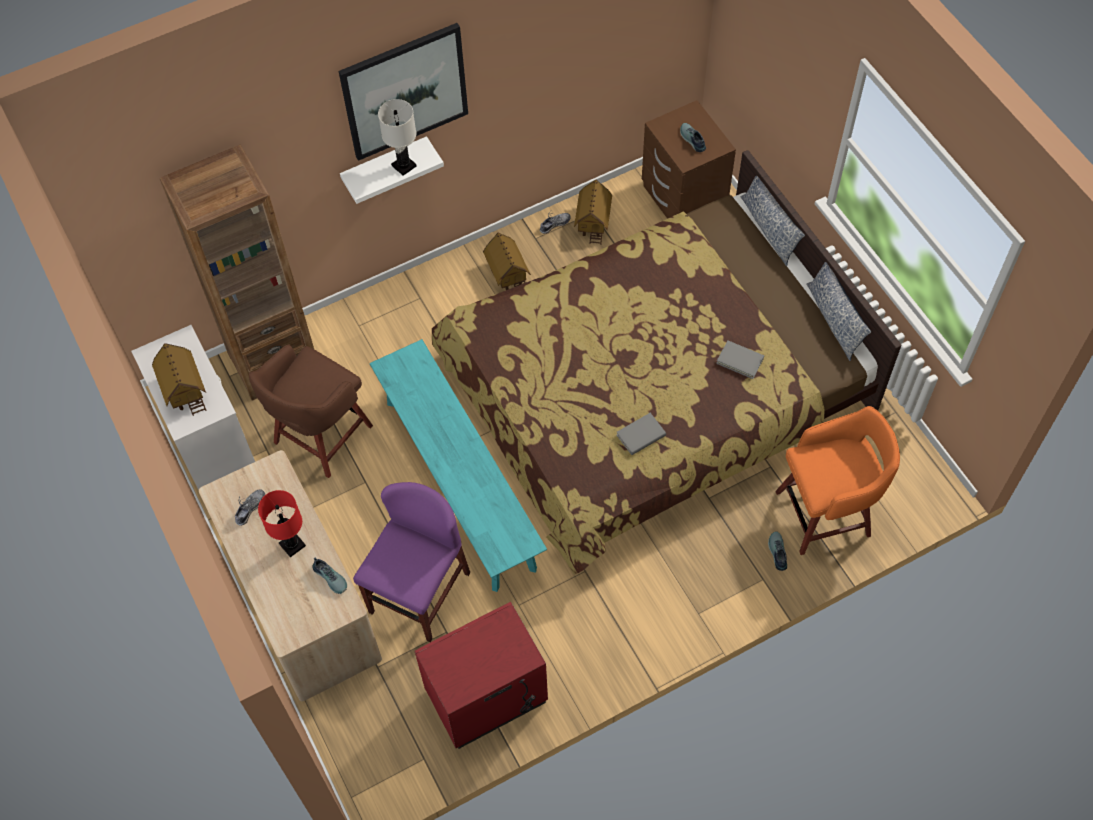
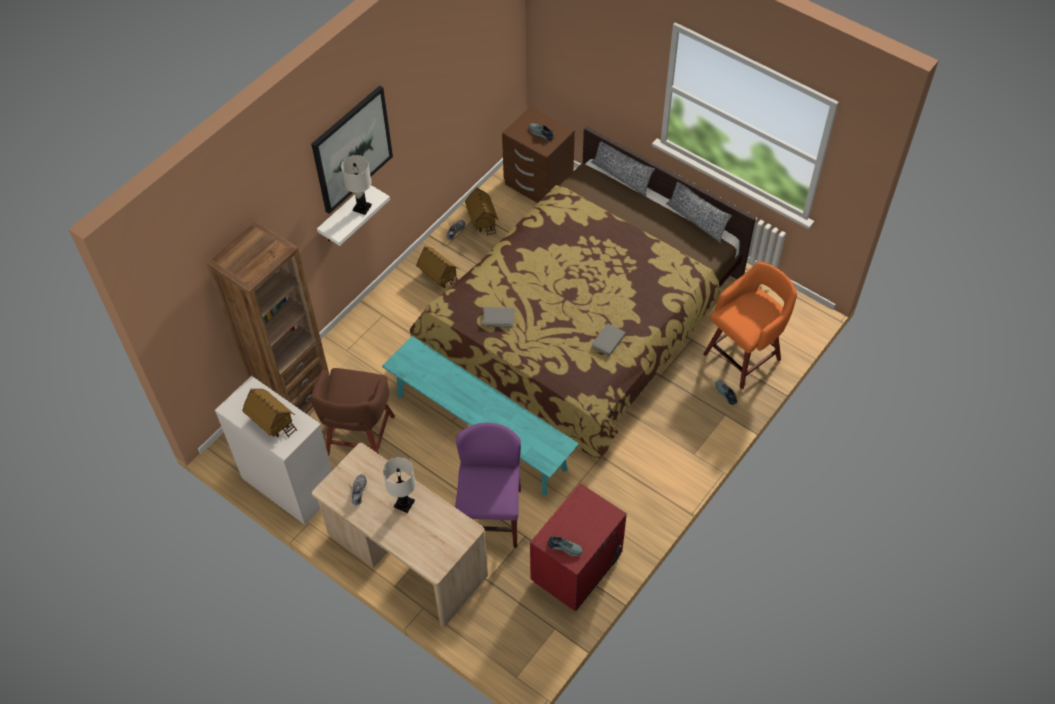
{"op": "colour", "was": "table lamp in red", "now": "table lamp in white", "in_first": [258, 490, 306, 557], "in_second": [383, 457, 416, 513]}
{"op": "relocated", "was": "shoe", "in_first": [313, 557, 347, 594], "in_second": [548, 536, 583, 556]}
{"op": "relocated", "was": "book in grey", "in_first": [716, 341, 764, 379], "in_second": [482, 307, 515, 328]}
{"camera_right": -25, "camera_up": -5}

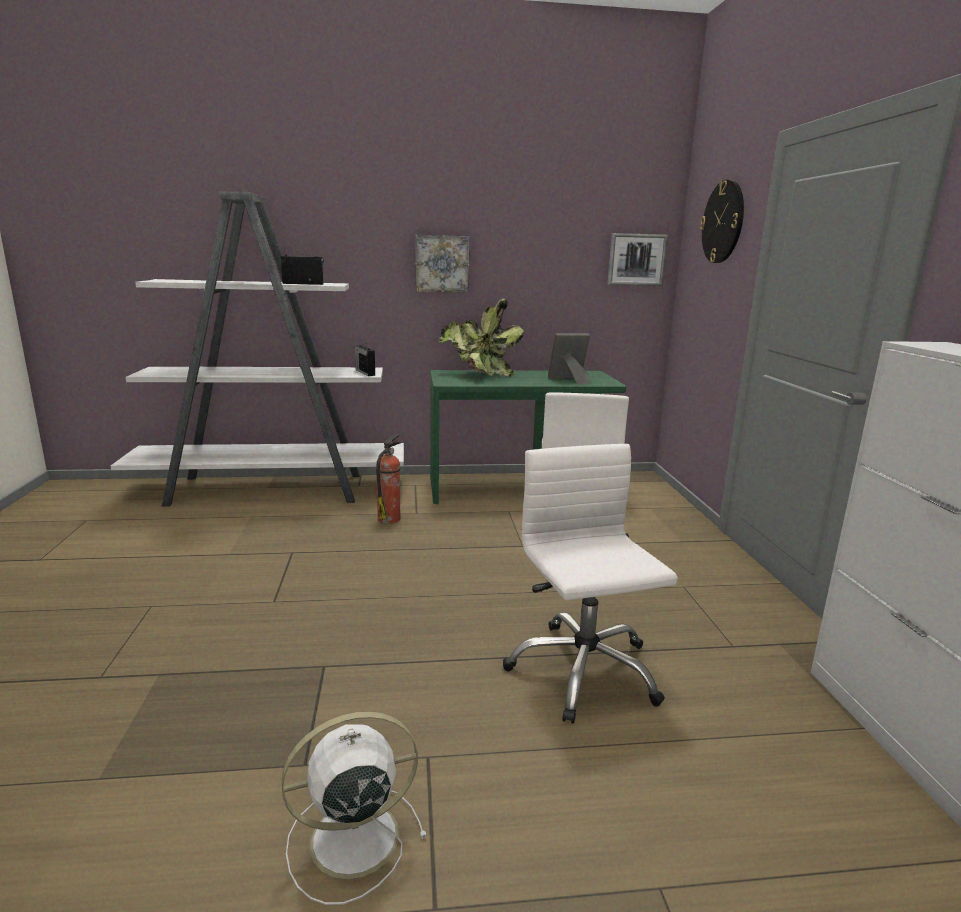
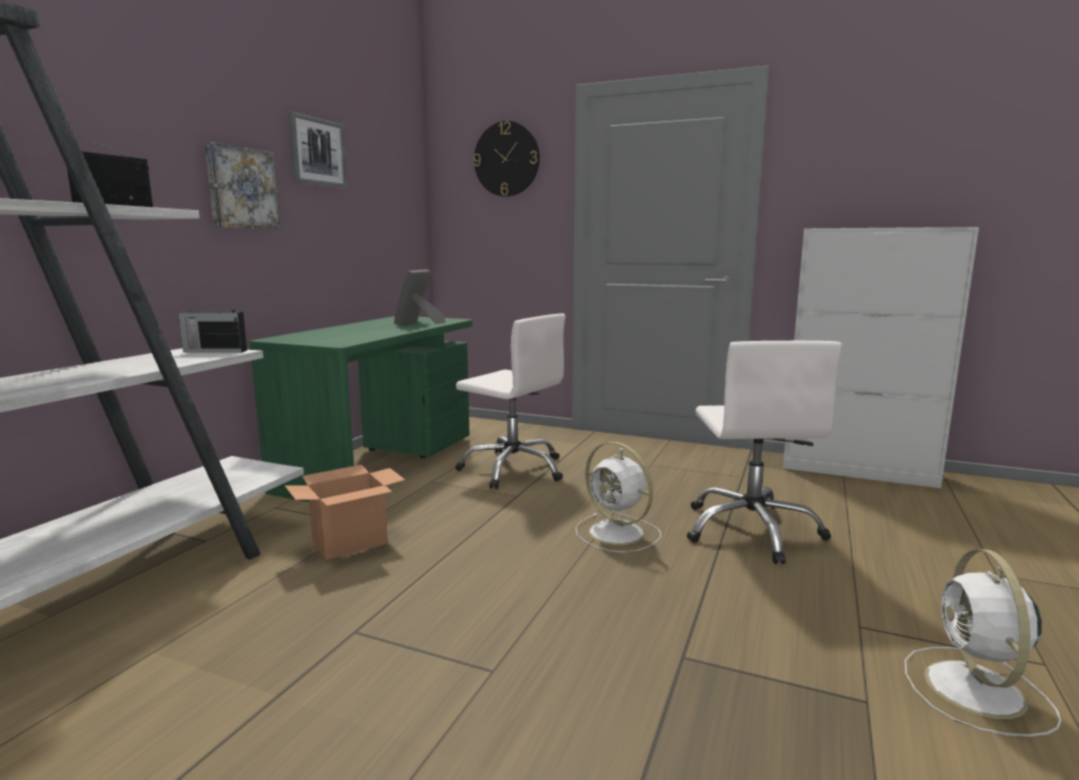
{"op": "exchanged", "was": "fire extinguisher", "now": "cardboard box", "in_first": [376, 434, 401, 524], "in_second": [285, 465, 405, 560]}
{"op": "missing", "was": "potted plant", "in_first": [438, 299, 524, 377]}
{"op": "spun", "was": "office chair in white", "in_first": [503, 444, 678, 724], "in_second": [687, 341, 842, 564], "clockwise": -105}
{"op": "relocated", "was": "picture", "in_first": [607, 233, 668, 286], "in_second": [288, 111, 347, 188]}
{"op": "appeared", "now": "fan in white", "in_second": [575, 442, 661, 553]}
{"camera_right": -60, "camera_up": -5}

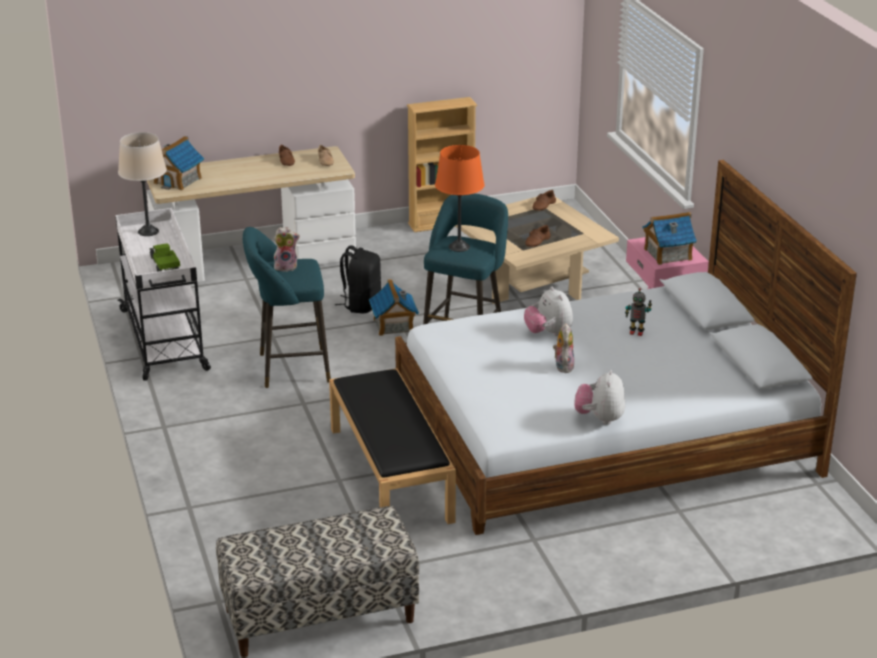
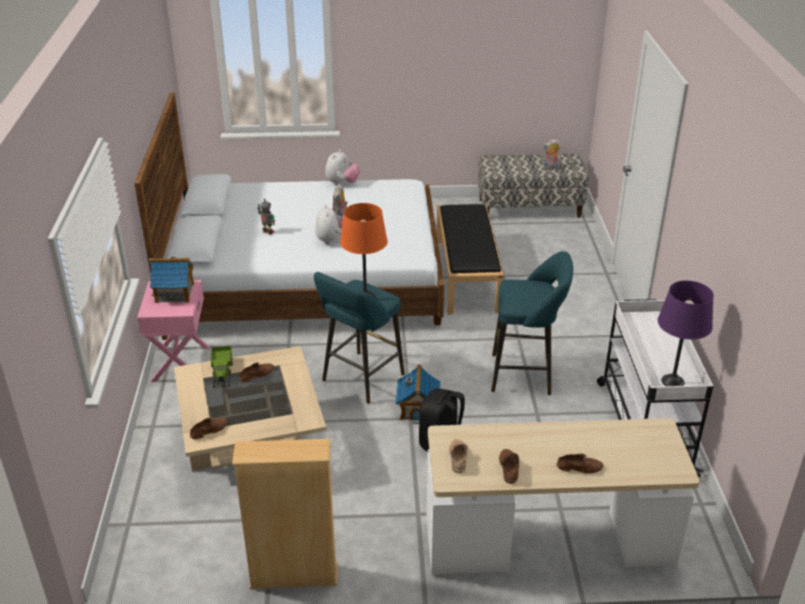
{"op": "colour", "was": "table lamp in beige", "now": "table lamp in purple", "in_first": [118, 132, 167, 236], "in_second": [658, 281, 714, 386]}
{"op": "relocated", "was": "toy truck", "in_first": [149, 243, 180, 272], "in_second": [211, 346, 233, 388]}
{"op": "missing", "was": "toy house", "in_first": [154, 136, 205, 190]}
{"op": "relocated", "was": "plush toy", "in_first": [274, 227, 300, 272], "in_second": [543, 139, 561, 170]}
{"op": "appeared", "now": "shoe in brown", "in_second": [556, 454, 603, 474]}
{"camera_right": -165, "camera_up": 5}

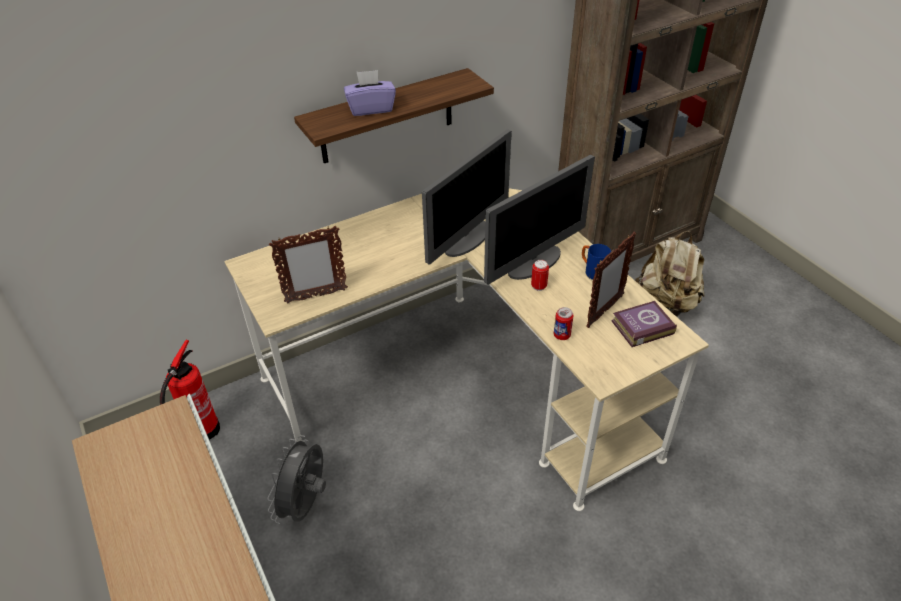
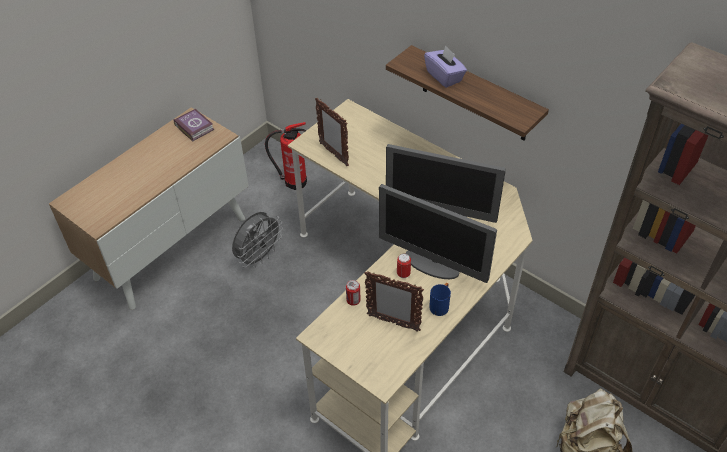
{"op": "spun", "was": "fan in grey", "in_first": [267, 435, 326, 524], "in_second": [232, 212, 283, 268], "clockwise": 135}
{"op": "relocated", "was": "book", "in_first": [612, 301, 677, 347], "in_second": [174, 109, 214, 141]}
{"camera_right": 70, "camera_up": 5}

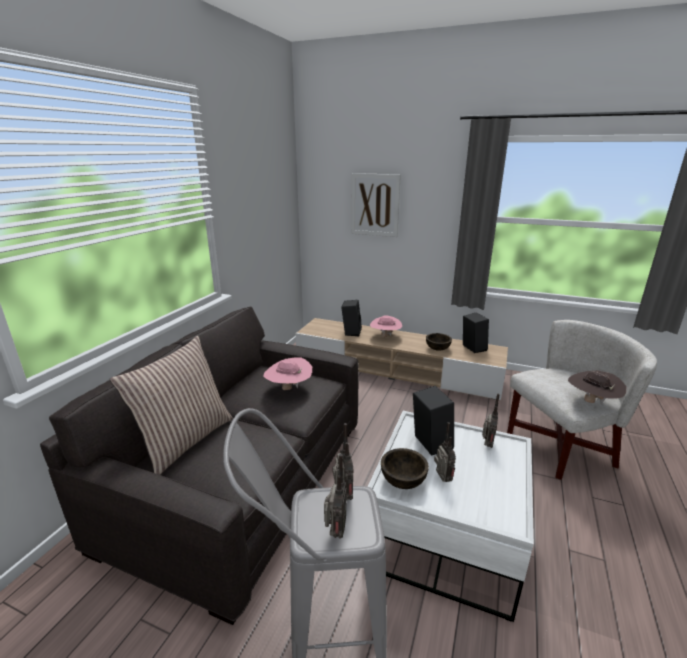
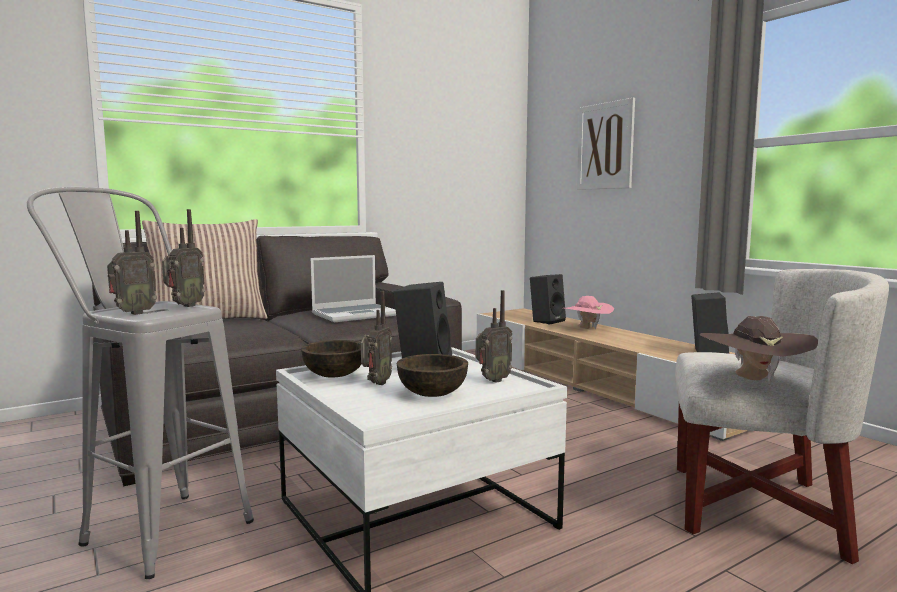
{"op": "exchanged", "was": "hat in pink", "now": "laptop", "in_first": [263, 357, 312, 390], "in_second": [311, 255, 396, 322]}
{"op": "relocated", "was": "bowl in brown", "in_first": [426, 333, 452, 351], "in_second": [397, 354, 468, 397]}
{"camera_right": 35, "camera_up": -15}

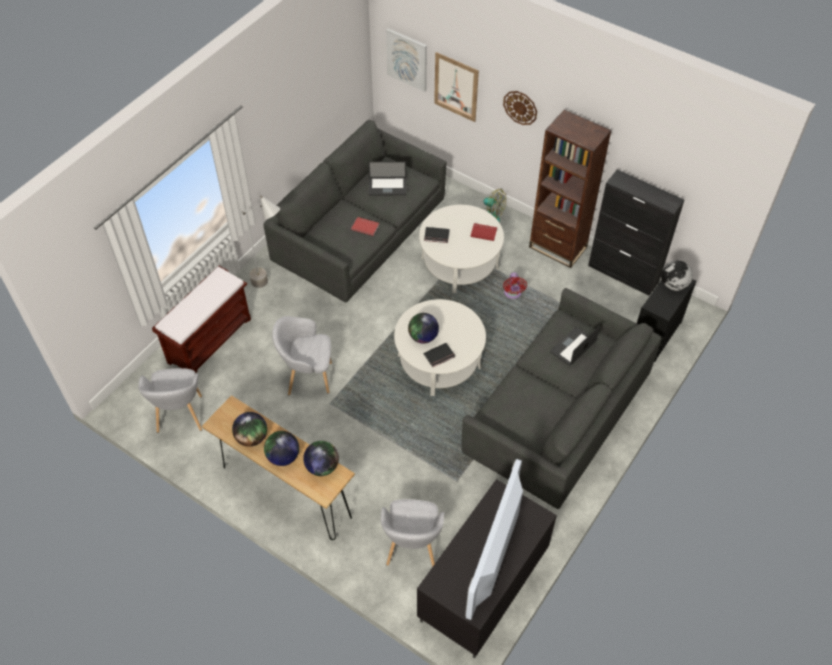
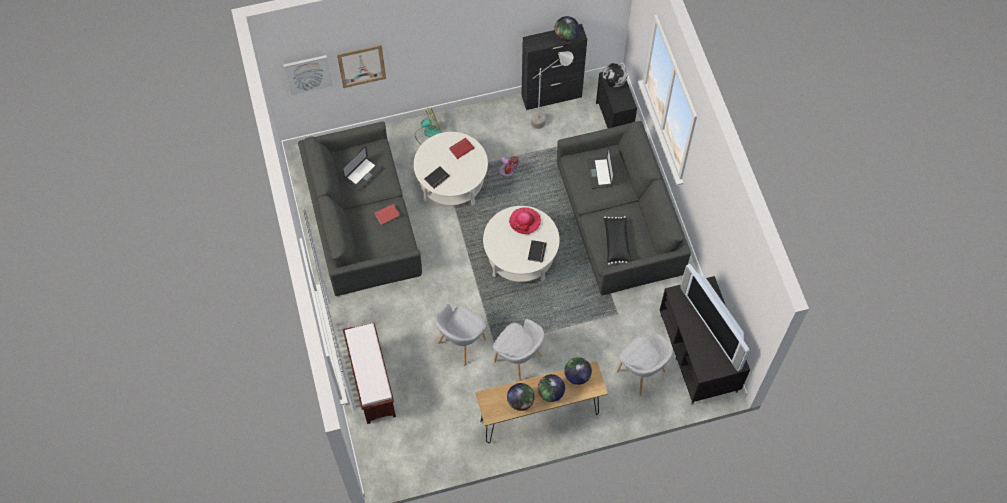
{"op": "relocated", "was": "armchair in grey", "in_first": [138, 368, 202, 433], "in_second": [493, 319, 544, 381]}
{"op": "relocated", "was": "floor lamp in grey", "in_first": [241, 195, 280, 288], "in_second": [531, 51, 573, 129]}
{"op": "relocated", "was": "globe", "in_first": [408, 313, 439, 344], "in_second": [554, 16, 579, 41]}
{"op": "missing", "was": "wall clock", "in_first": [503, 91, 537, 125]}
{"op": "missing", "was": "bookcase in brown", "in_first": [529, 110, 612, 268]}
{"op": "appeared", "now": "hat", "in_second": [509, 208, 541, 234]}
{"op": "appeared", "now": "pillow in black", "in_second": [604, 216, 632, 265]}
{"camera_right": -50, "camera_up": 10}

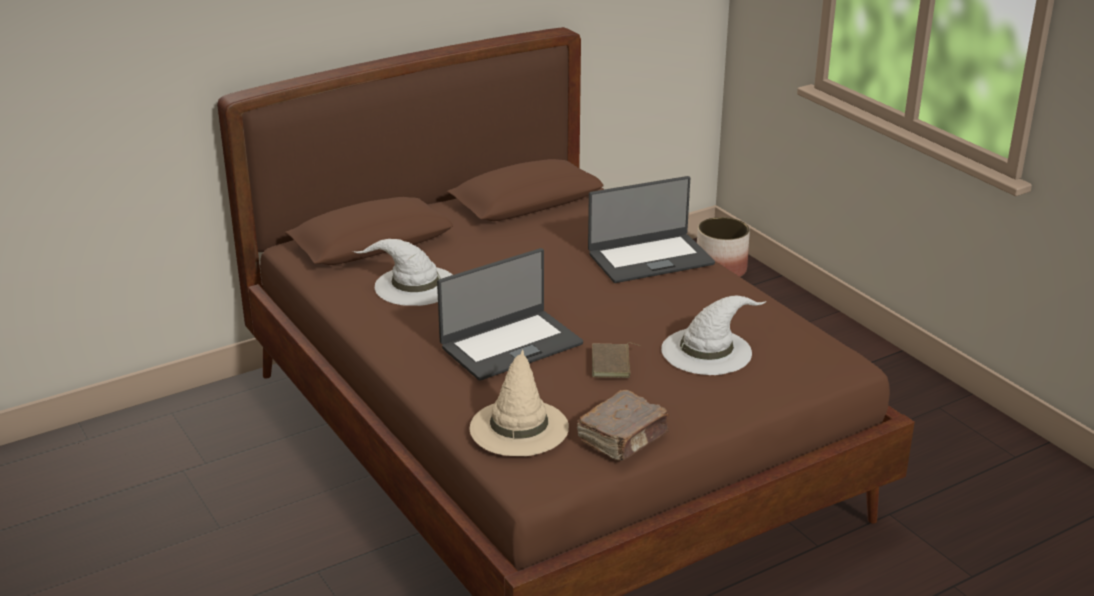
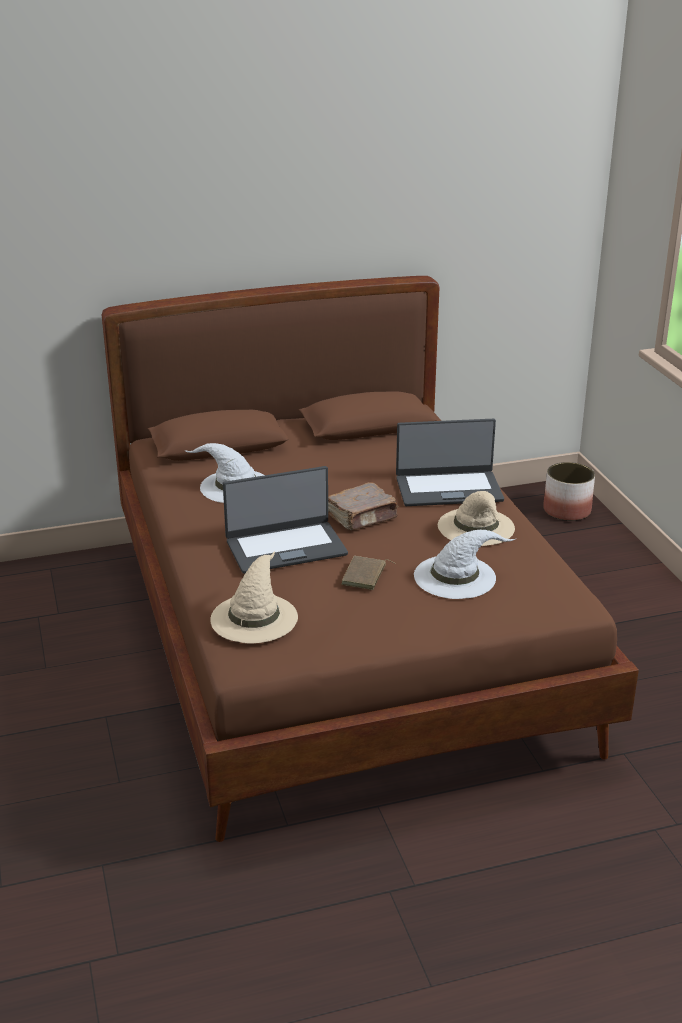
{"op": "relocated", "was": "book in brown", "in_first": [577, 390, 669, 461], "in_second": [328, 482, 398, 530]}
{"op": "appeared", "now": "hat in beige", "in_second": [438, 491, 515, 546]}
{"camera_right": 15, "camera_up": 0}

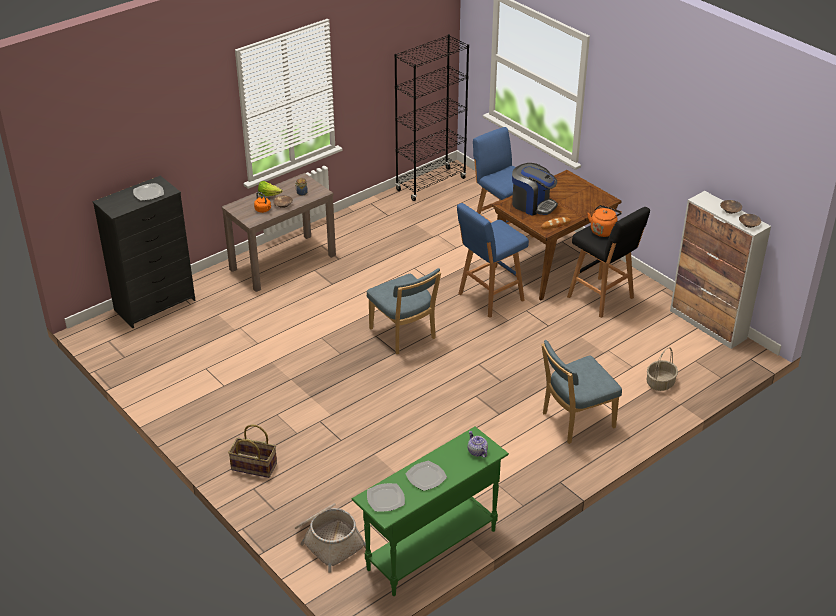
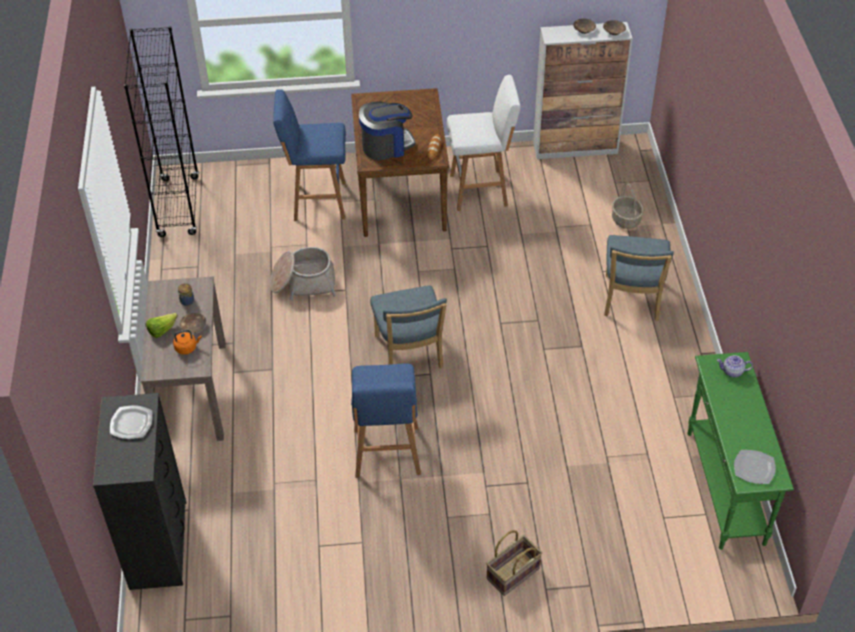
{"op": "relocated", "was": "basket", "in_first": [295, 503, 366, 573], "in_second": [270, 247, 336, 300]}
{"op": "spun", "was": "chair in blue", "in_first": [367, 268, 441, 354], "in_second": [370, 286, 447, 369], "clockwise": 75}
{"op": "missing", "was": "plate", "in_first": [405, 460, 447, 491]}
{"op": "relocated", "was": "stool in blue", "in_first": [457, 203, 529, 318], "in_second": [351, 363, 421, 478]}
{"op": "colour", "was": "stool in black", "now": "stool in white", "in_first": [567, 207, 650, 318], "in_second": [447, 75, 521, 211]}
{"op": "missing", "was": "kettle in orange", "in_first": [587, 205, 622, 237]}
{"camera_right": -55, "camera_up": 10}

